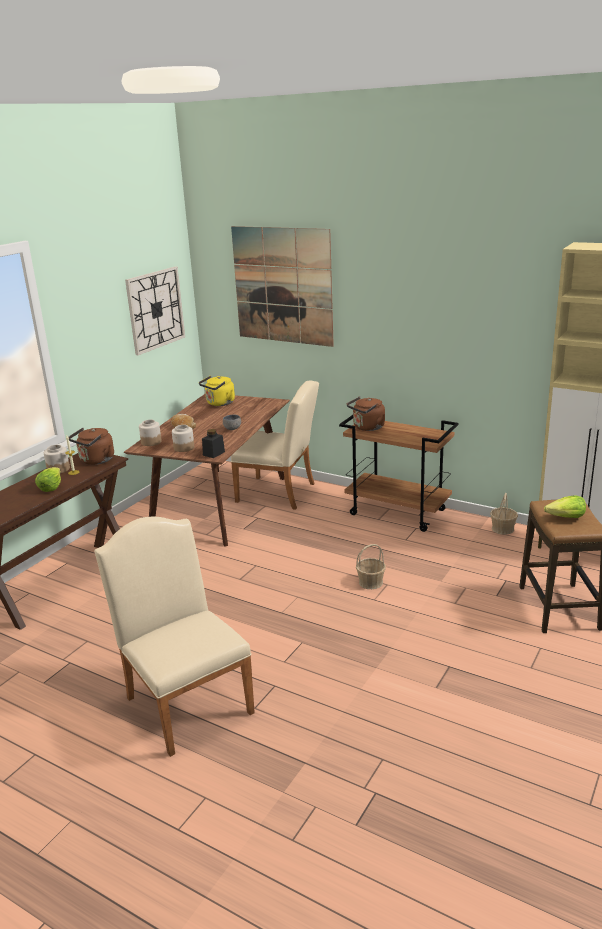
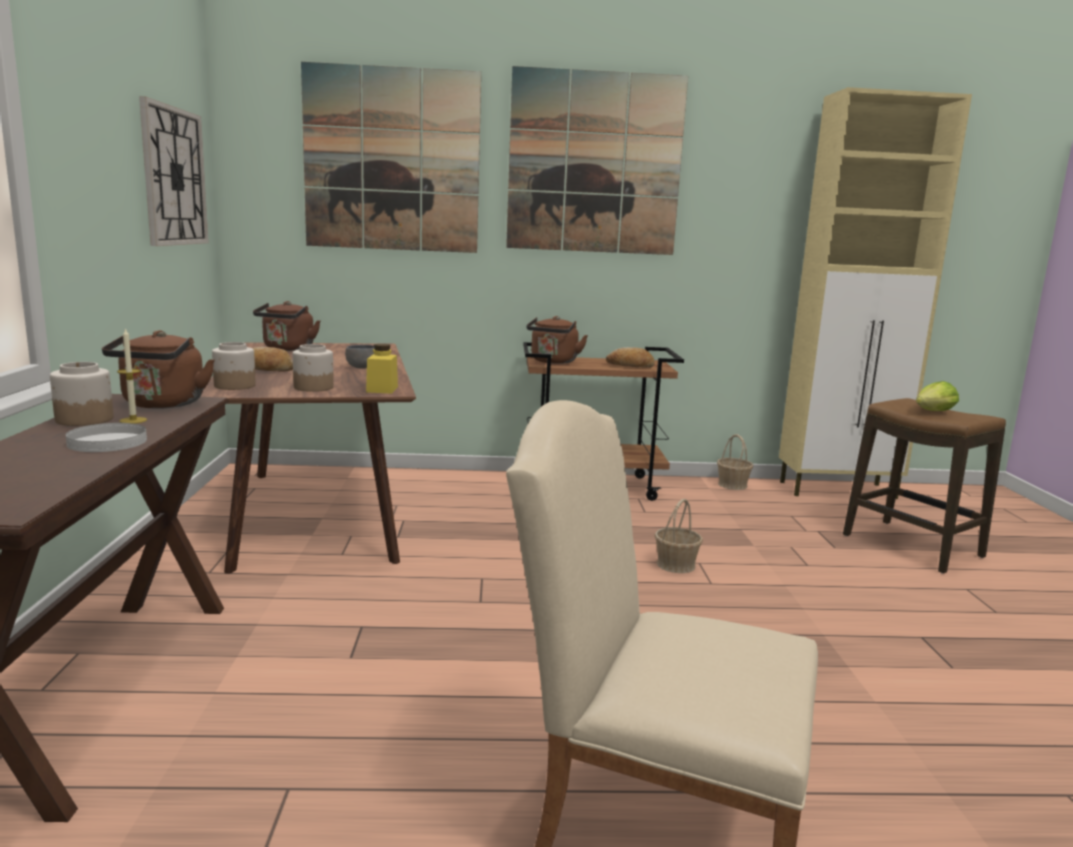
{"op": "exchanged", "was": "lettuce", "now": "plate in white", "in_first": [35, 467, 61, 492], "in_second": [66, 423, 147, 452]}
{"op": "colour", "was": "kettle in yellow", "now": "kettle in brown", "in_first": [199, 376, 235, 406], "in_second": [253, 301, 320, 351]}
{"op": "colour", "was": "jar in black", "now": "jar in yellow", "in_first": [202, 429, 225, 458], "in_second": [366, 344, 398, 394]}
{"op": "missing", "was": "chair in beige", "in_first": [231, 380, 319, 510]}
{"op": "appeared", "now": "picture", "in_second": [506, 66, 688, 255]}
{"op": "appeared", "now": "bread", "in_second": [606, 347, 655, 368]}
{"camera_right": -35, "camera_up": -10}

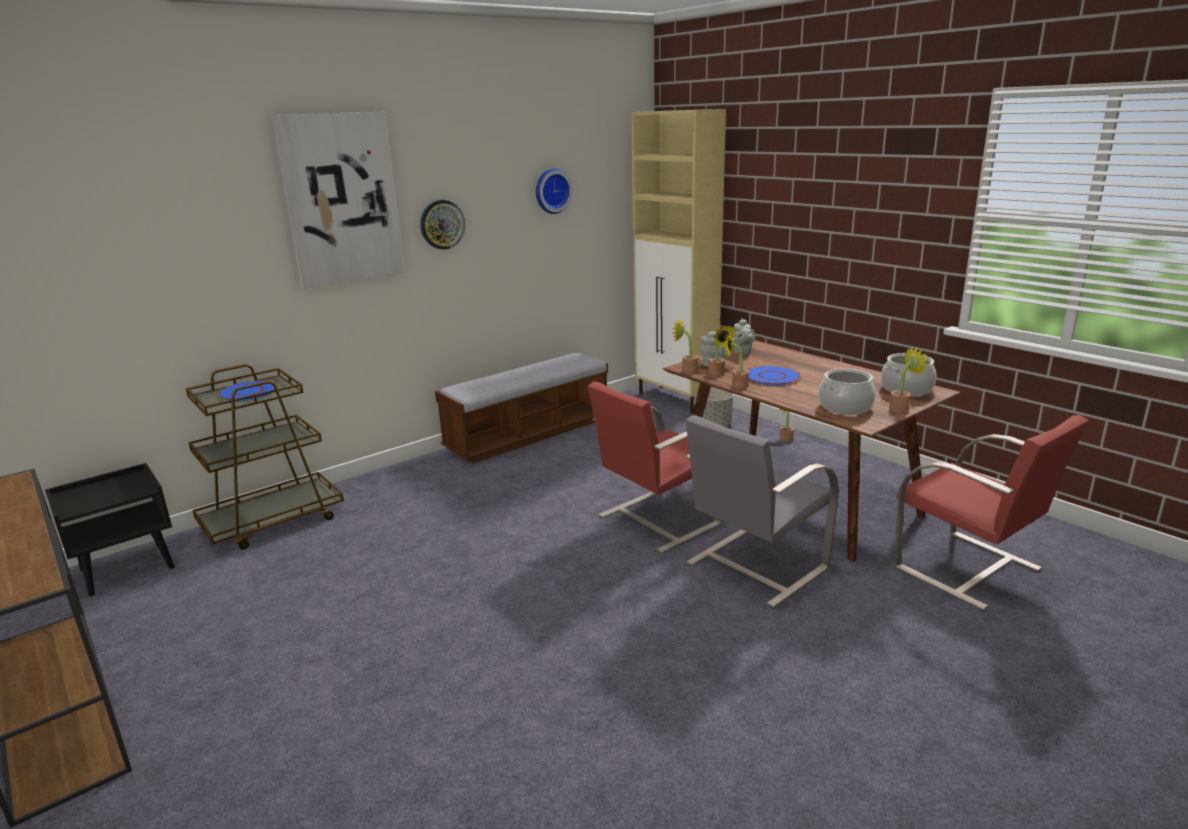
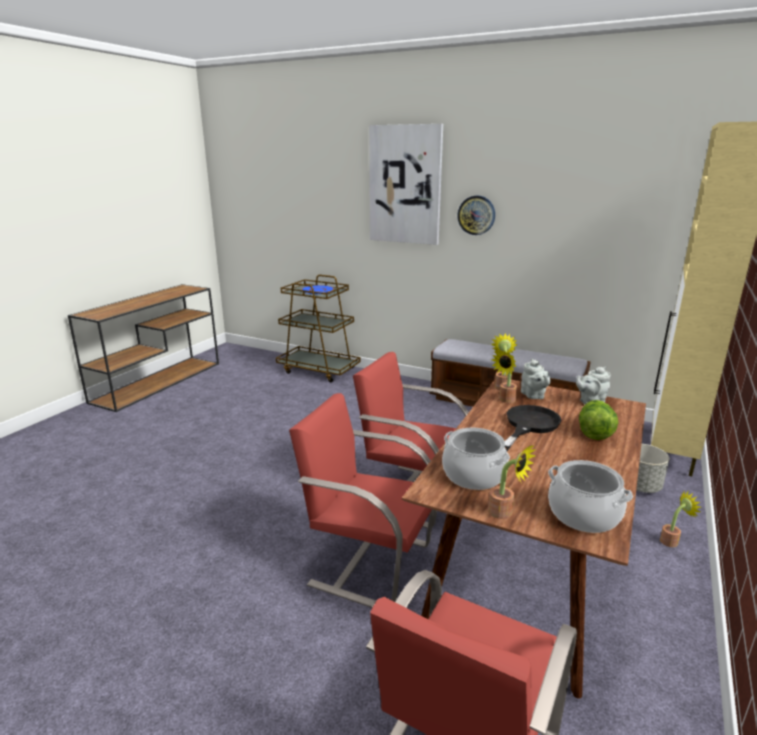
{"op": "missing", "was": "nightstand in black", "in_first": [45, 463, 174, 596]}
{"op": "missing", "was": "wall clock", "in_first": [536, 168, 572, 214]}
{"op": "colour", "was": "chair in grey", "now": "chair in red", "in_first": [686, 415, 839, 608], "in_second": [289, 393, 434, 608]}
{"op": "missing", "was": "potted plant", "in_first": [723, 334, 749, 389]}
{"op": "exchanged", "was": "plate in blue", "now": "frying pan in black", "in_first": [748, 366, 800, 385], "in_second": [505, 405, 561, 451]}
{"op": "appeared", "now": "lettuce", "in_second": [579, 400, 619, 440]}
{"camera_right": 65, "camera_up": 0}

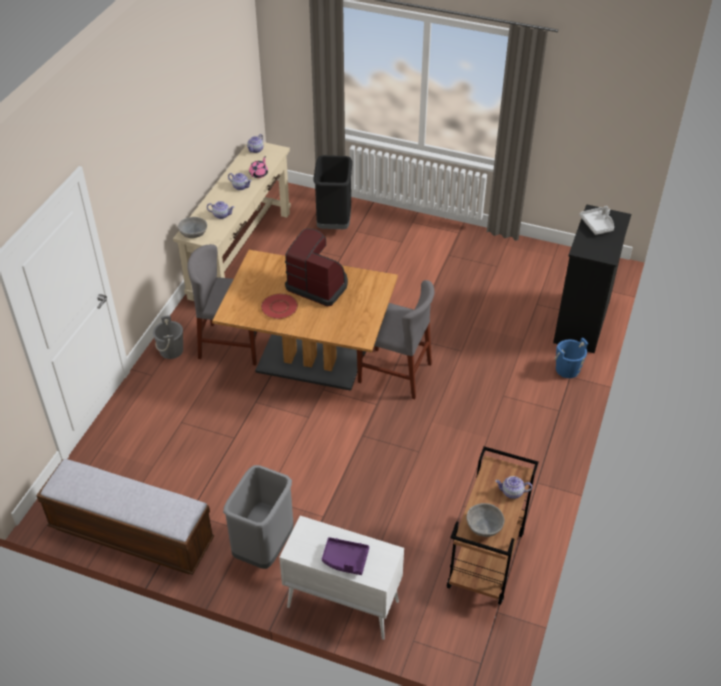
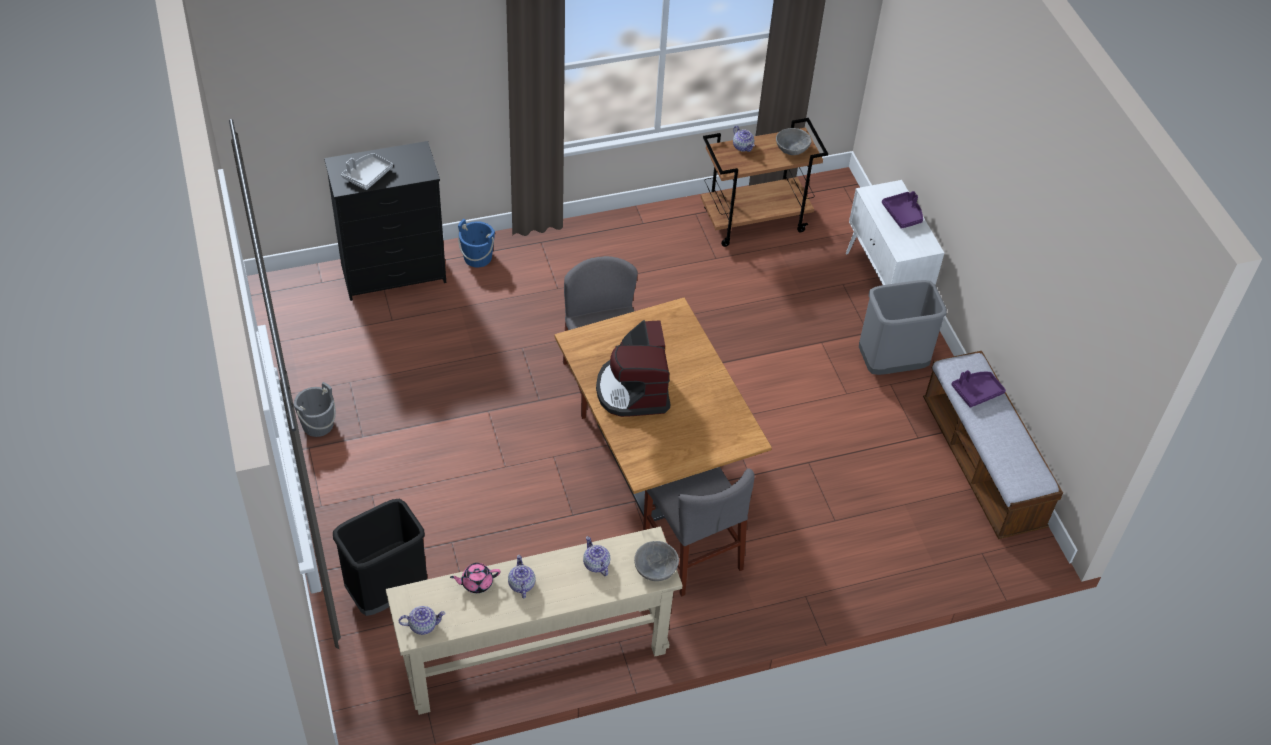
{"op": "relocated", "was": "bucket in grey", "in_first": [153, 315, 183, 359], "in_second": [294, 382, 336, 437]}
{"op": "missing", "was": "plate in red", "in_first": [261, 293, 298, 319]}
{"op": "appeared", "now": "tray in purple", "in_second": [951, 370, 1006, 408]}
{"camera_right": -130, "camera_up": 5}

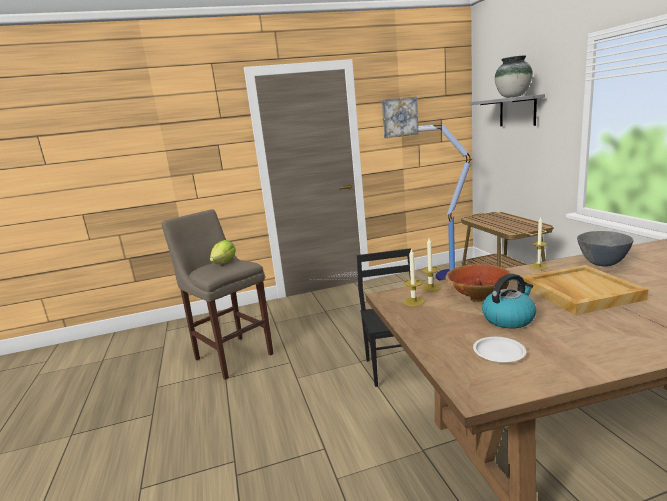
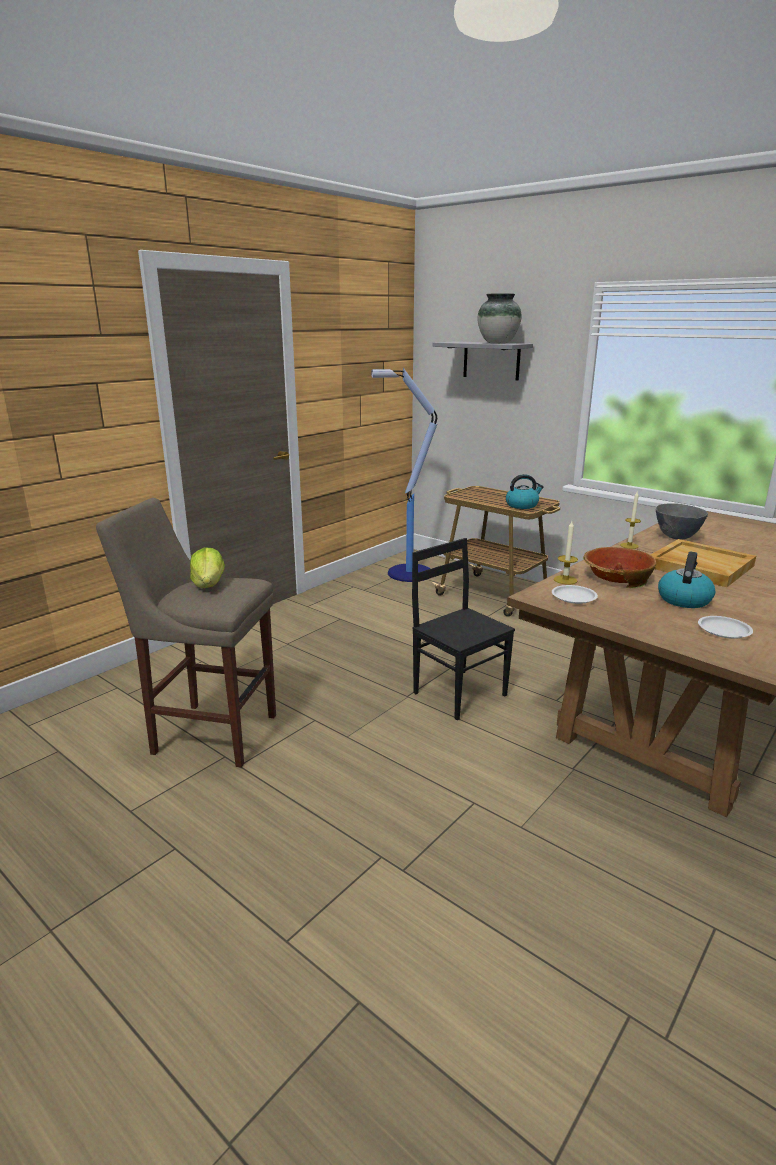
{"op": "missing", "was": "picture", "in_first": [382, 97, 419, 138]}
{"op": "exchanged", "was": "candle", "now": "plate in white", "in_first": [403, 249, 425, 306], "in_second": [552, 585, 598, 604]}
{"op": "appeared", "now": "kettle", "in_second": [506, 474, 544, 509]}
{"camera_right": -35, "camera_up": 5}

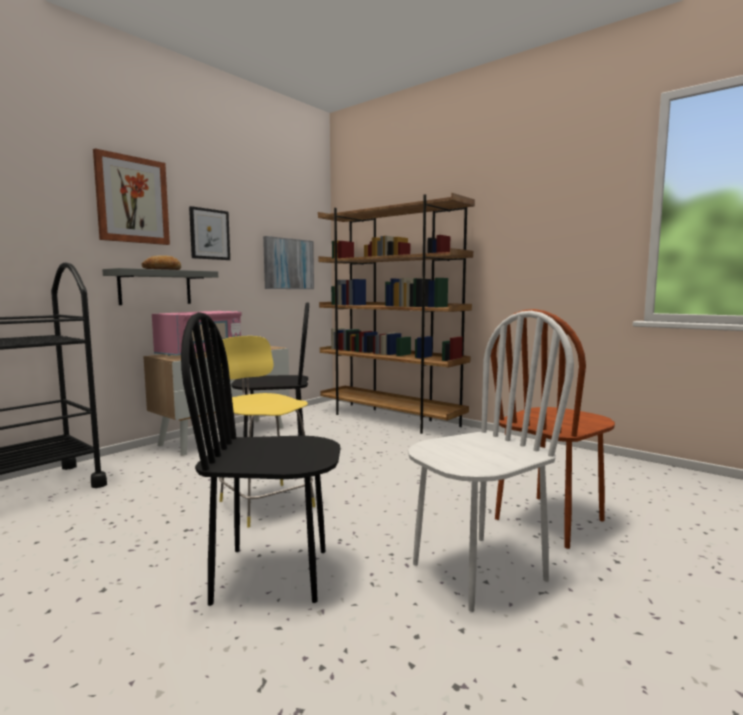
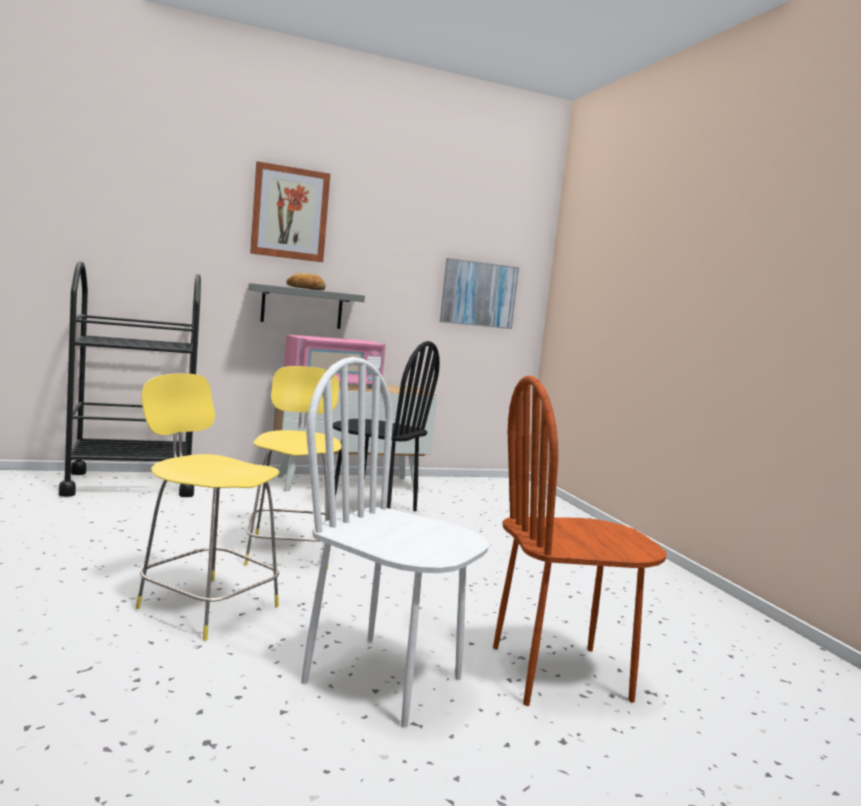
{"op": "exchanged", "was": "chair in black", "now": "stool in yellow", "in_first": [181, 312, 341, 606], "in_second": [136, 373, 280, 641]}
{"op": "missing", "was": "picture", "in_first": [189, 206, 230, 260]}
{"op": "missing", "was": "bookcase in brown", "in_first": [318, 193, 475, 434]}
{"op": "spun", "was": "chair in white", "in_first": [408, 311, 574, 612], "in_second": [301, 357, 489, 728], "clockwise": -150}
{"camera_right": 30, "camera_up": 0}

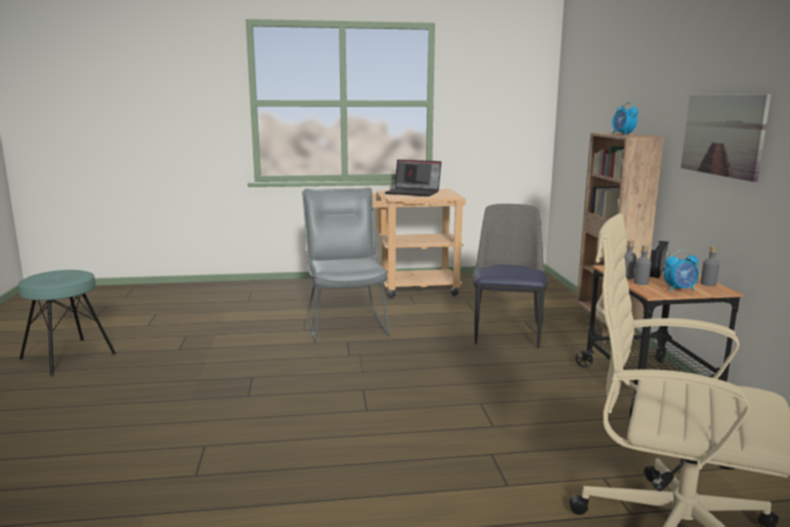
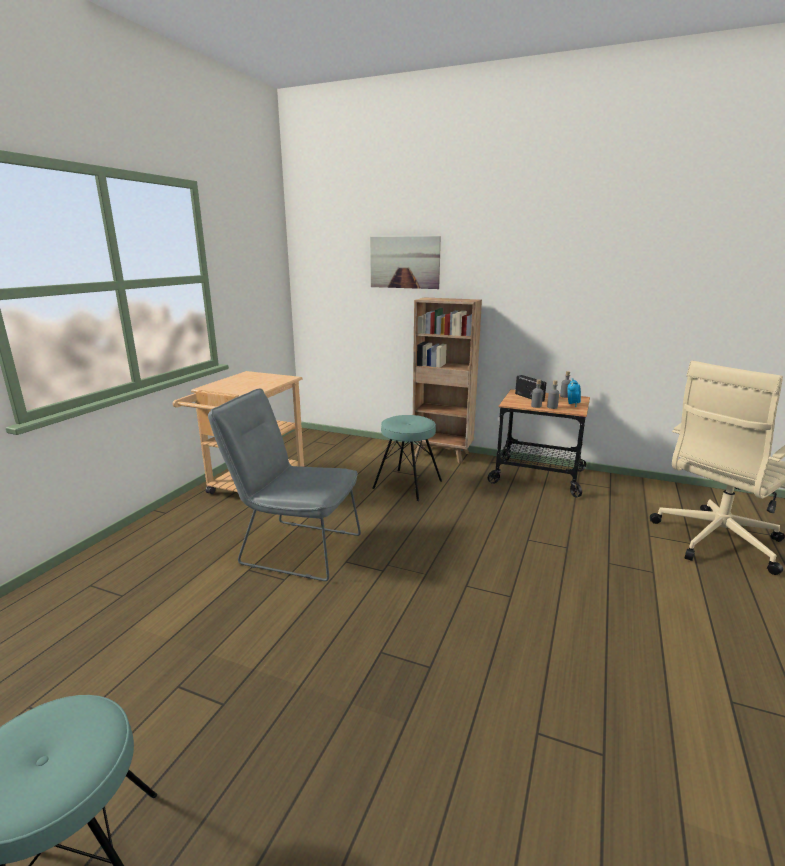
{"op": "missing", "was": "laptop", "in_first": [385, 160, 441, 196]}
{"op": "exchanged", "was": "chair", "now": "stool in turquoise", "in_first": [473, 204, 547, 348], "in_second": [372, 415, 442, 501]}
{"op": "missing", "was": "alarm clock", "in_first": [612, 102, 638, 135]}
{"op": "relocated", "was": "picture", "in_first": [681, 94, 771, 182], "in_second": [370, 236, 441, 289]}
{"camera_right": -60, "camera_up": 5}

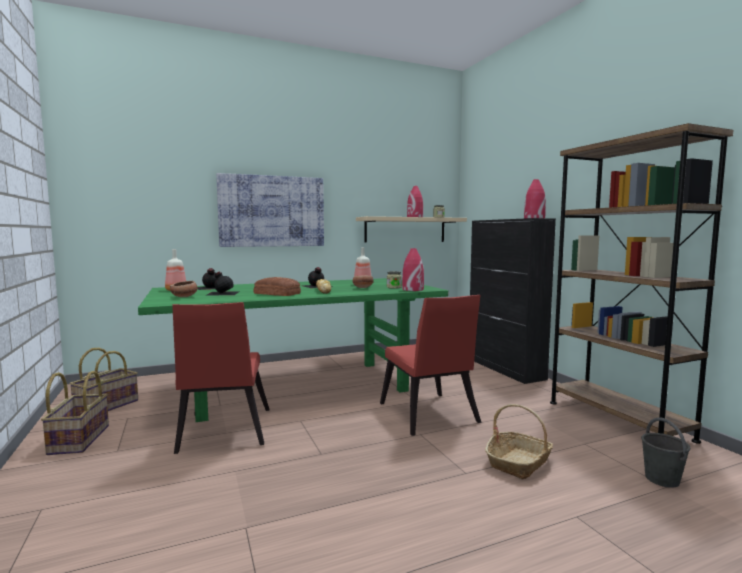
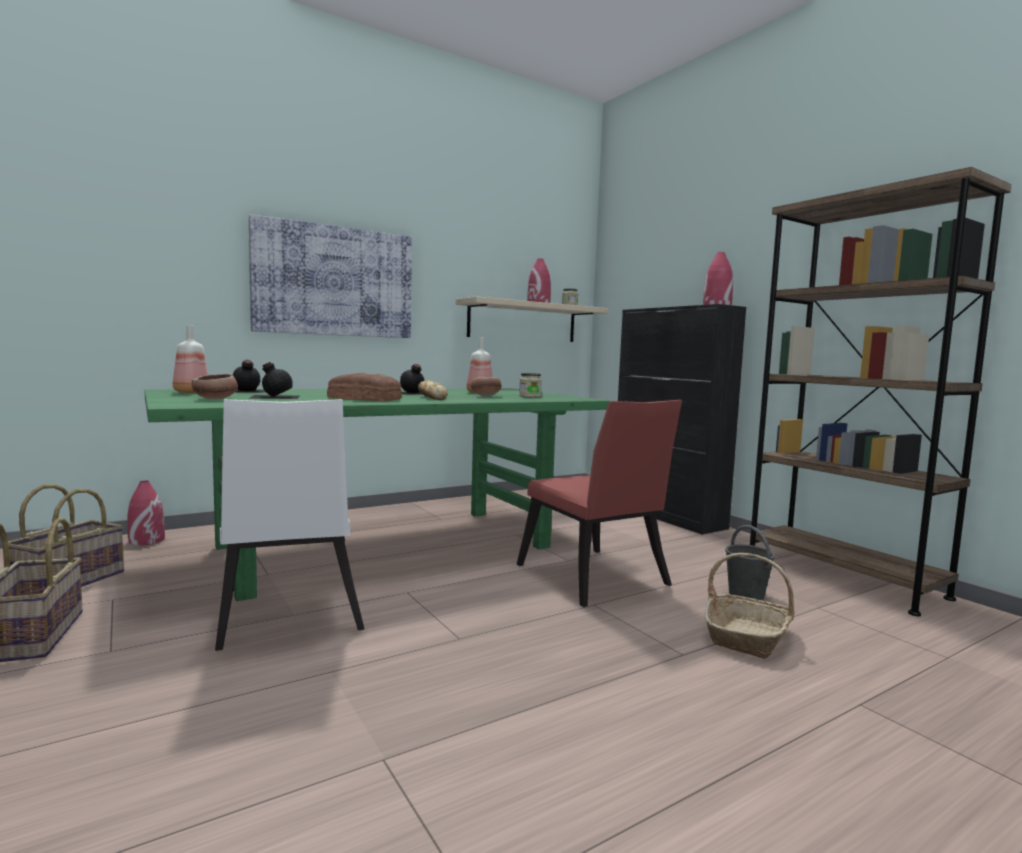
{"op": "colour", "was": "chair in red", "now": "chair in white", "in_first": [172, 302, 269, 454], "in_second": [215, 399, 364, 651]}
{"op": "relocated", "was": "vase in red", "in_first": [402, 248, 424, 291], "in_second": [127, 481, 165, 545]}
{"op": "relocated", "was": "bucket in grey", "in_first": [641, 417, 691, 488], "in_second": [725, 525, 775, 600]}
{"camera_right": -10, "camera_up": 0}

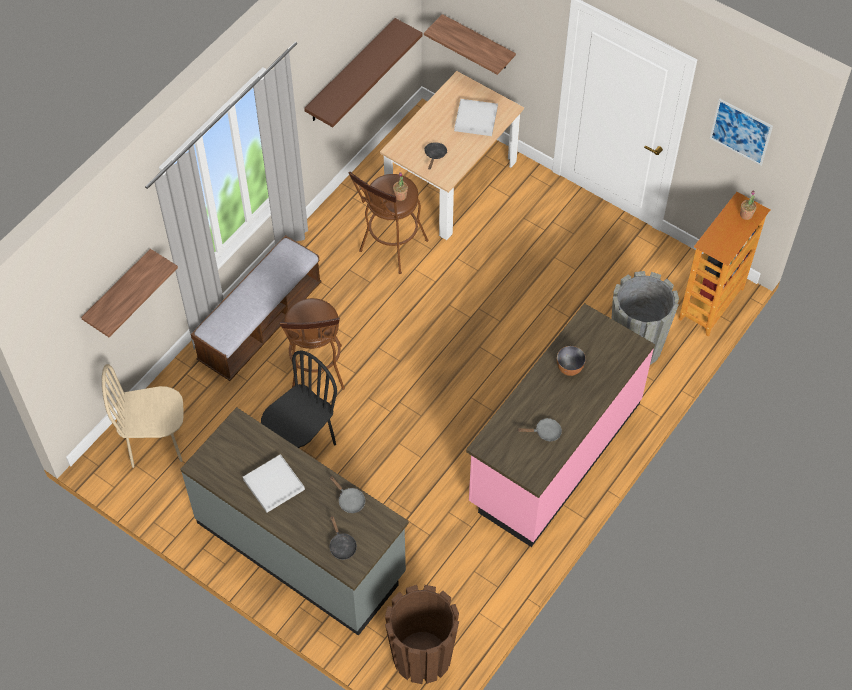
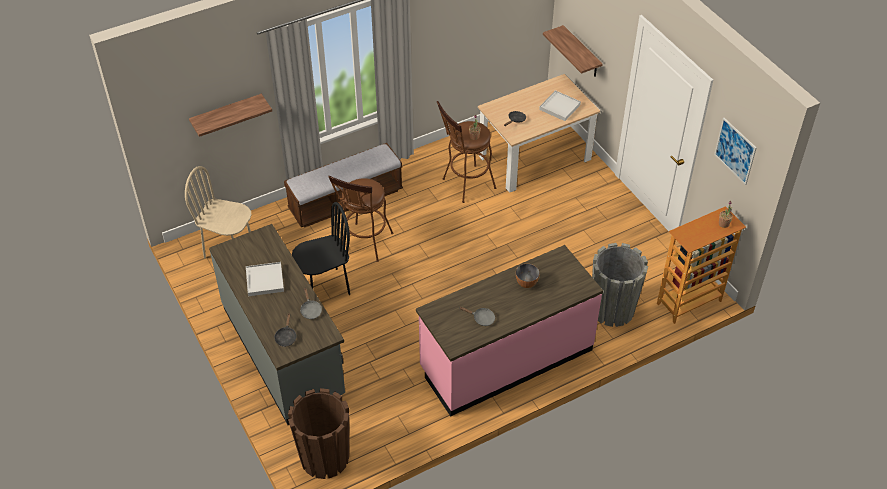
{"op": "missing", "was": "shelf in brown", "in_first": [304, 18, 423, 127]}
{"camera_right": 25, "camera_up": -10}

